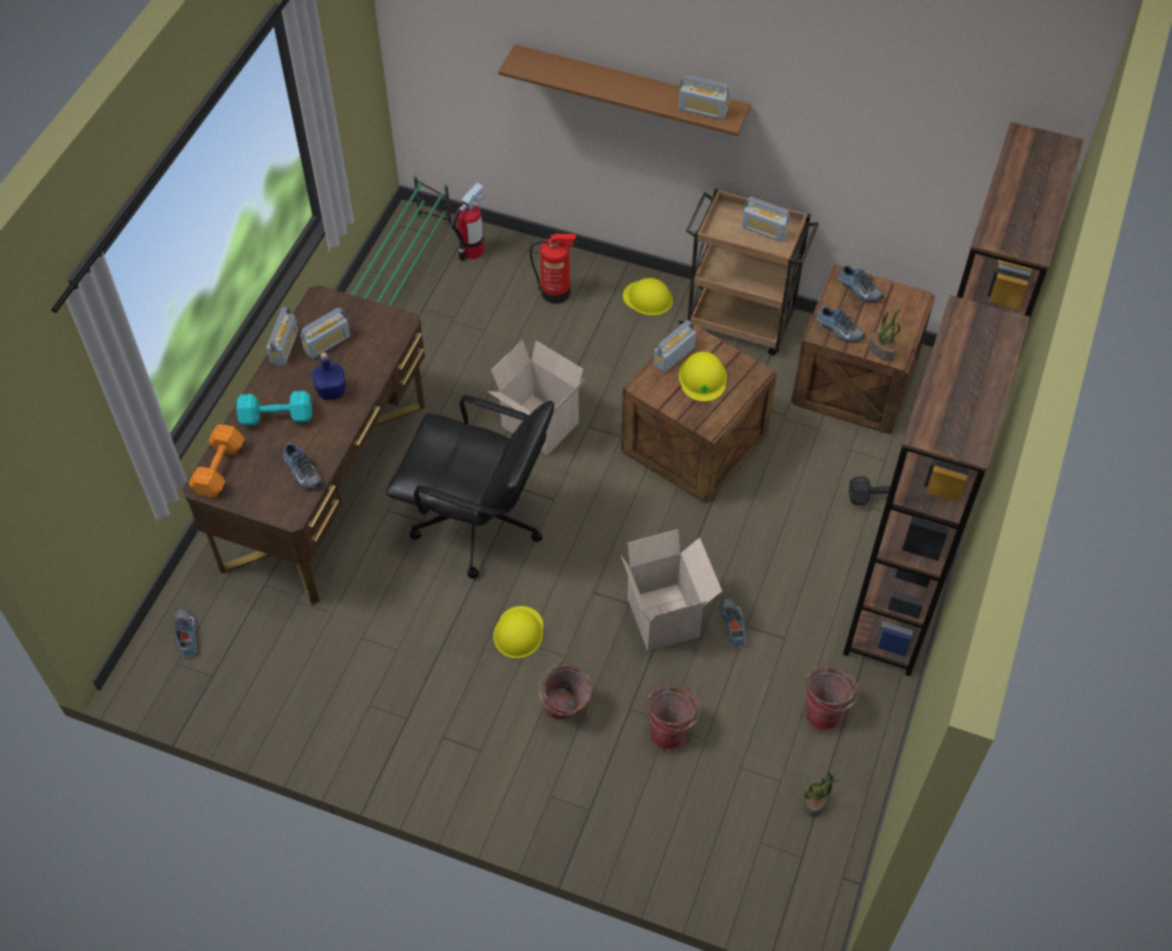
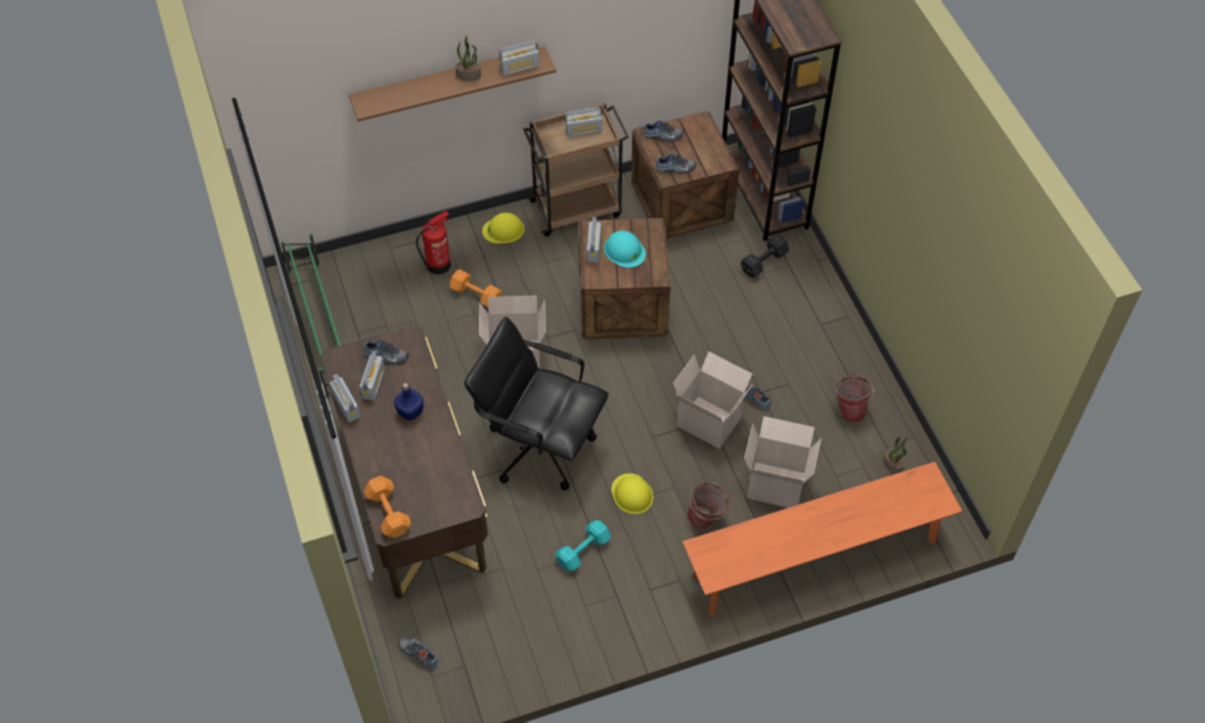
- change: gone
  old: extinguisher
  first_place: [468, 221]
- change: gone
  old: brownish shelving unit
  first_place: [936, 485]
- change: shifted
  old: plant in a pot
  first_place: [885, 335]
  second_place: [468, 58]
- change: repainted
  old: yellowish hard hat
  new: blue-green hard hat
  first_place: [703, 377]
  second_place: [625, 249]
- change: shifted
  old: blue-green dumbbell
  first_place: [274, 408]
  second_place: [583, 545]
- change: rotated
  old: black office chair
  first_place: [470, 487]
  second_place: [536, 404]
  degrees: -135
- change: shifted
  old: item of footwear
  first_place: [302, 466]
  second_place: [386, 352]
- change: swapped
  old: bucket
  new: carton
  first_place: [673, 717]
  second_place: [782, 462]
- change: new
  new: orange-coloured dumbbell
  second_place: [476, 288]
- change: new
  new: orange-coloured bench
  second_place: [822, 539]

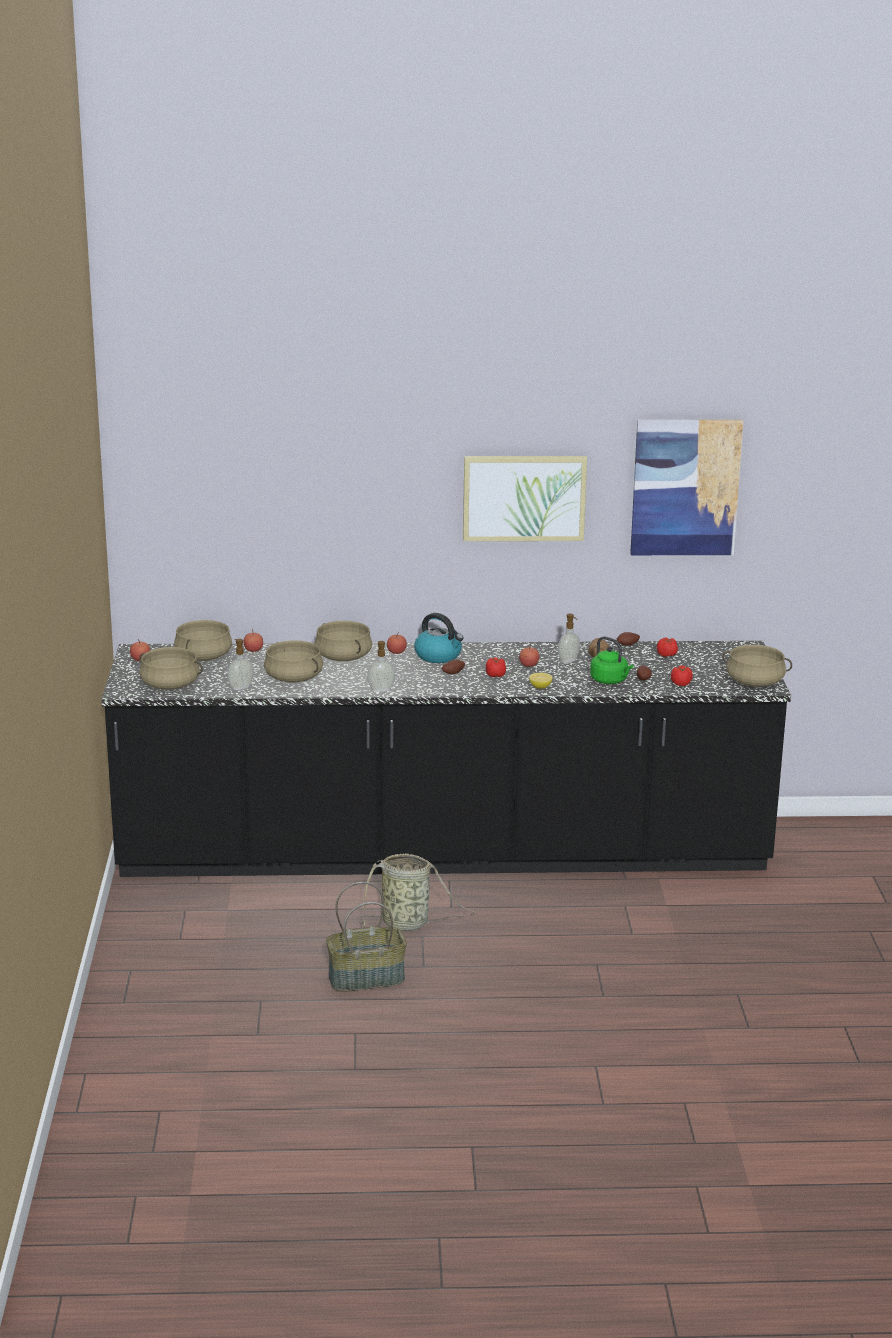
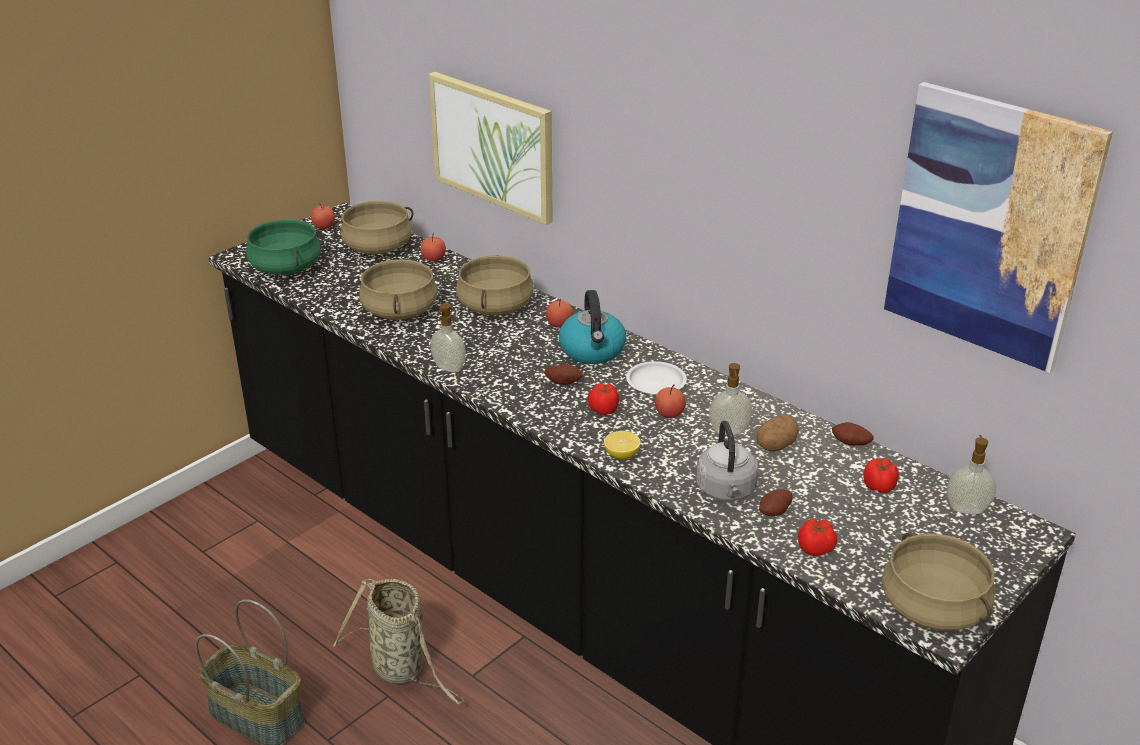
- change: shifted
  old: wall art
  first_place: [525, 498]
  second_place: [491, 148]
- change: repainted
  old: greenish water kettle
  new: gray water kettle
  first_place: [611, 660]
  second_place: [727, 461]
- change: shifted
  old: soap dispenser
  first_place: [240, 664]
  second_place: [971, 474]
- change: repainted
  old: beige-coloured stockpot
  new: greenish stockpot
  first_place: [171, 668]
  second_place: [283, 247]
- change: new
  new: whitish flat dish
  second_place: [656, 378]

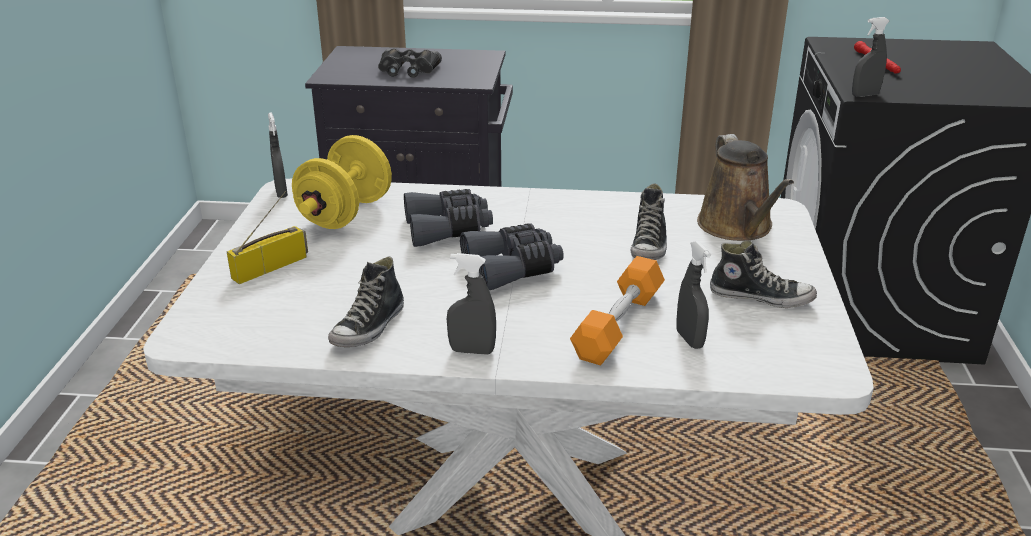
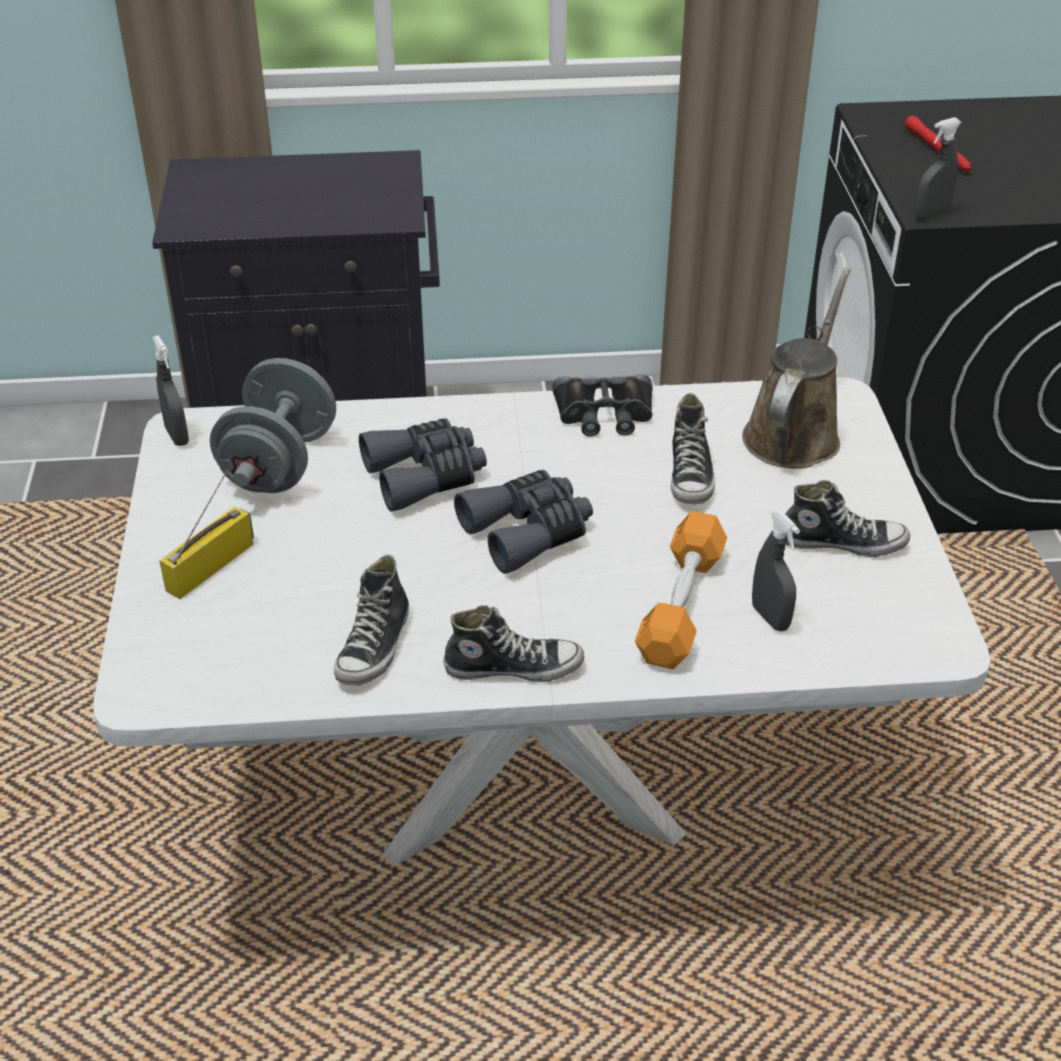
- change: shifted
  old: black field glasses
  first_place: [410, 63]
  second_place: [602, 405]
- change: rotated
  old: brownish watering pot
  first_place: [745, 187]
  second_place: [796, 368]
  degrees: -135
- change: repainted
  old: yellowish dumbbell
  new: gray dumbbell
  first_place: [342, 182]
  second_place: [273, 425]
- change: swapped
  old: gray sprayer
  new: item of footwear
  first_place: [471, 304]
  second_place: [514, 643]

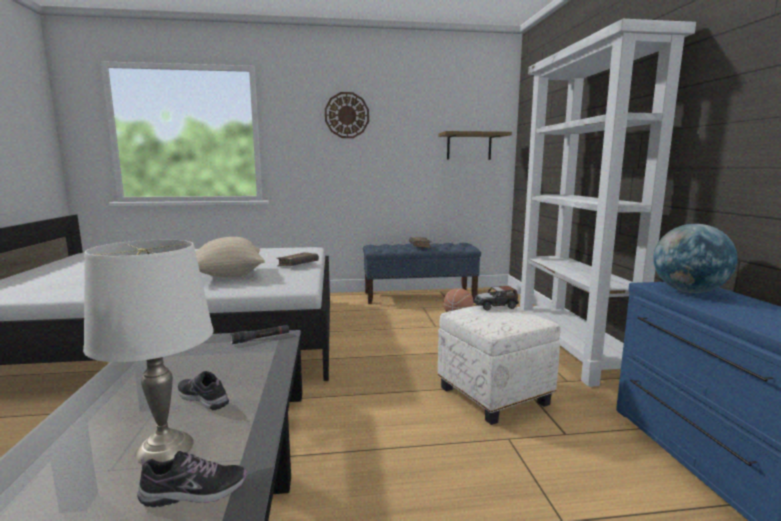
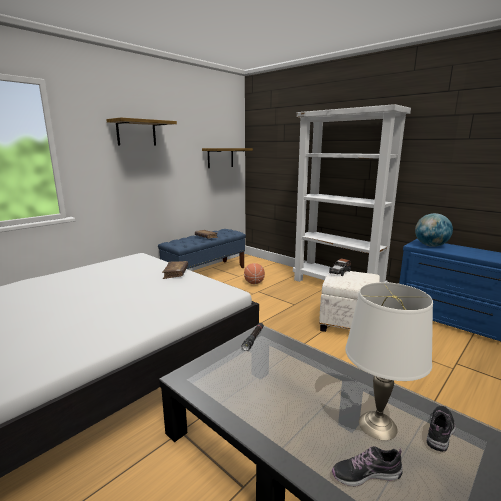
- change: swapped
  old: clock on the wall
  new: shelf
  first_place: [347, 115]
  second_place: [141, 132]
- change: gone
  old: beige-coloured pillow
  first_place: [230, 257]
- change: shifted
  old: item of footwear
  first_place: [203, 390]
  second_place: [367, 466]

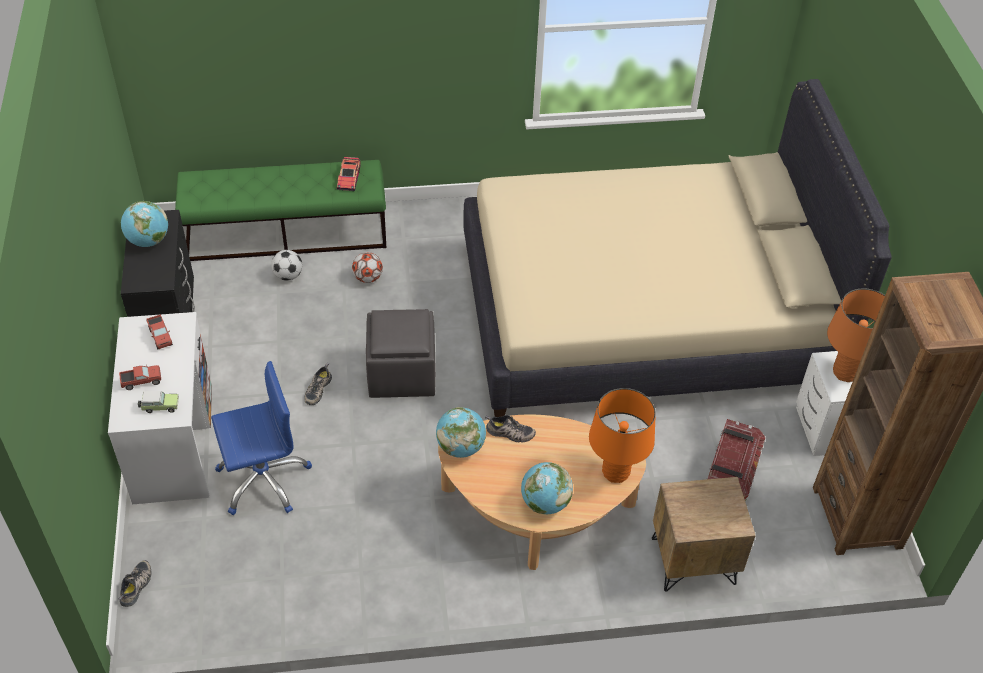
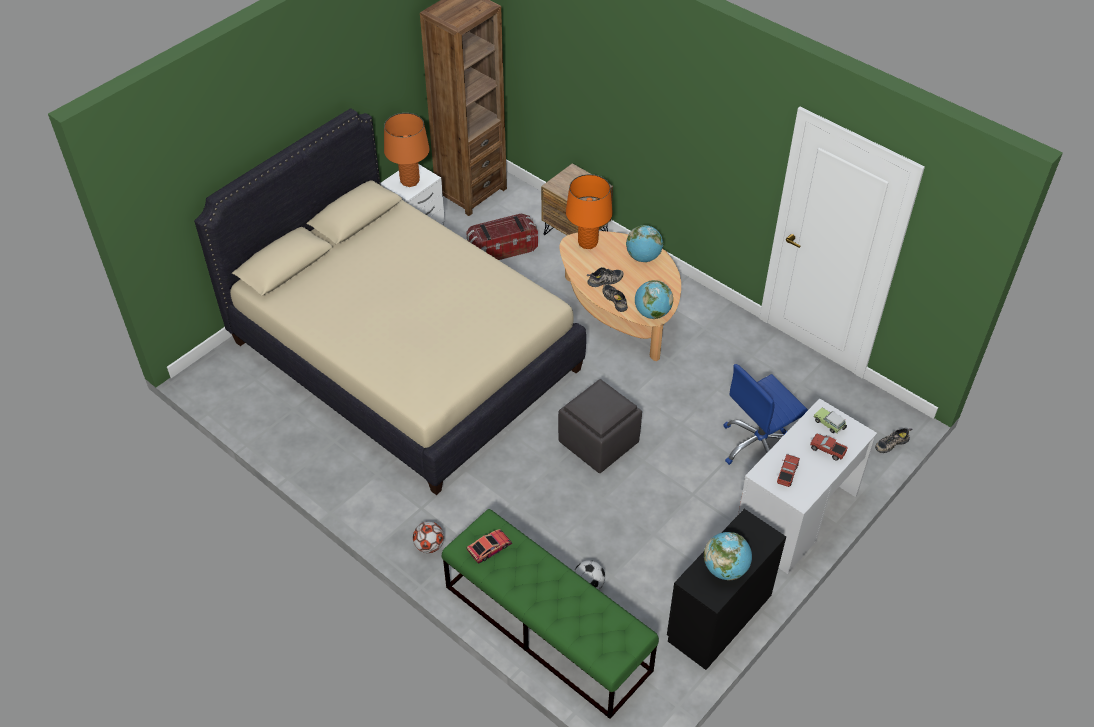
- change: shifted
  old: football ball
  first_place: [367, 267]
  second_place: [428, 537]
- change: rotated
  old: blue-coloured office chair
  first_place: [261, 438]
  second_place: [765, 414]
  degrees: -60
- change: shifted
  old: item of footwear
  first_place: [318, 384]
  second_place: [605, 277]

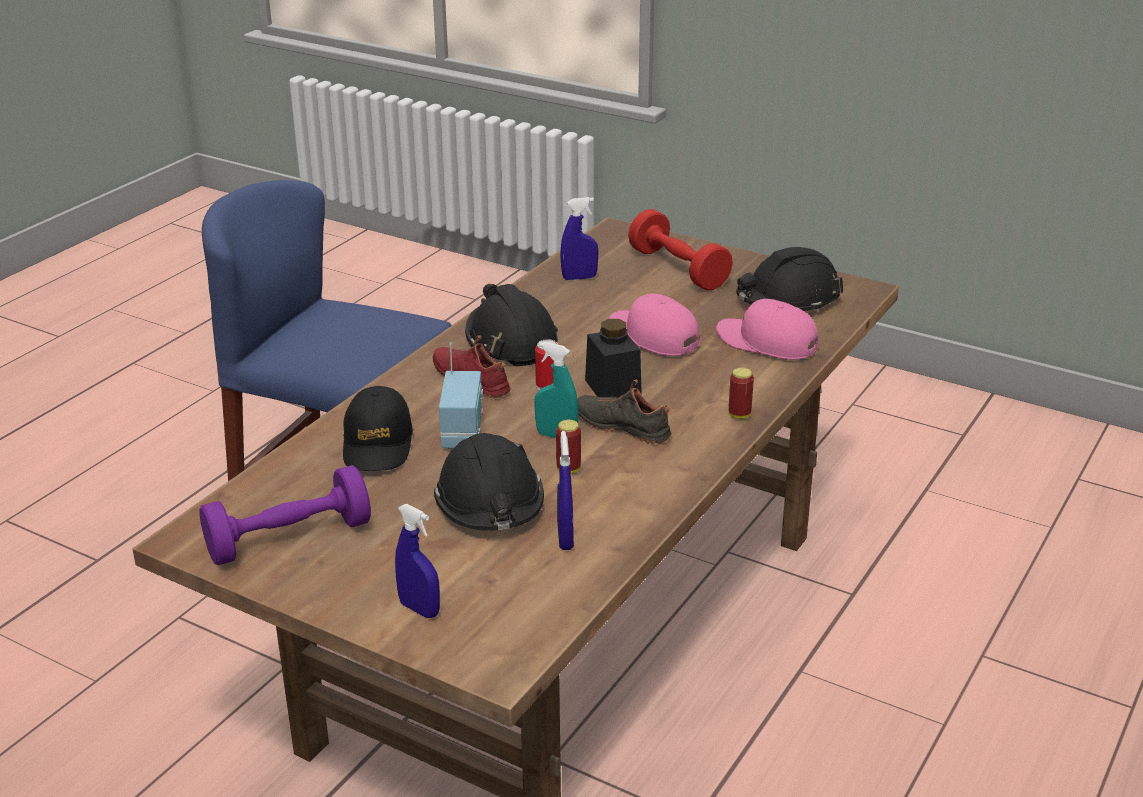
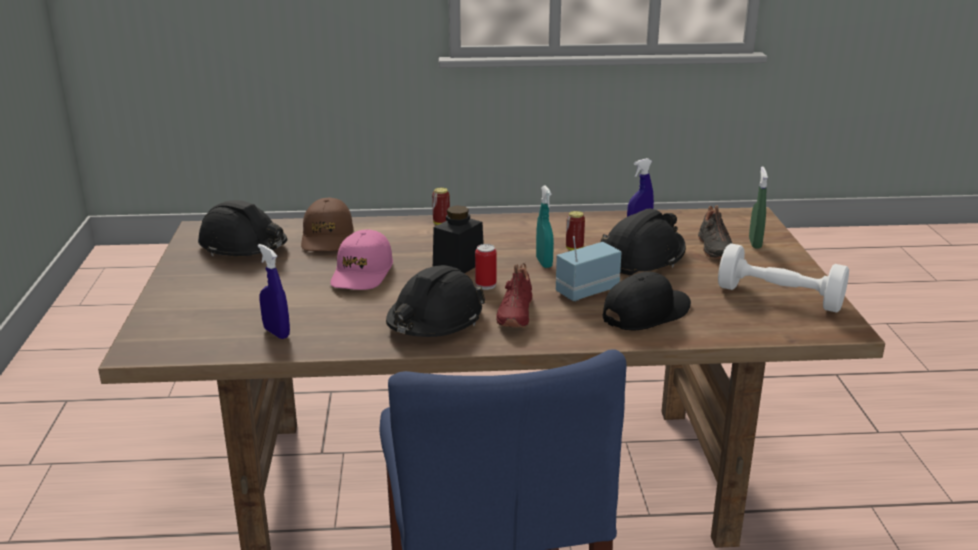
- change: gone
  old: red-coloured dumbbell
  first_place: [680, 250]
- change: repainted
  old: pinkish cap
  new: brownish cap
  first_place: [767, 329]
  second_place: [327, 224]
- change: shifted
  old: black item of footwear
  first_place: [624, 412]
  second_place: [715, 232]
- change: repainted
  old: purplish dumbbell
  new: whitish dumbbell
  first_place: [285, 515]
  second_place: [783, 278]
- change: repainted
  old: blue-coloured sprayer
  new: greenish sprayer
  first_place: [417, 561]
  second_place: [758, 207]

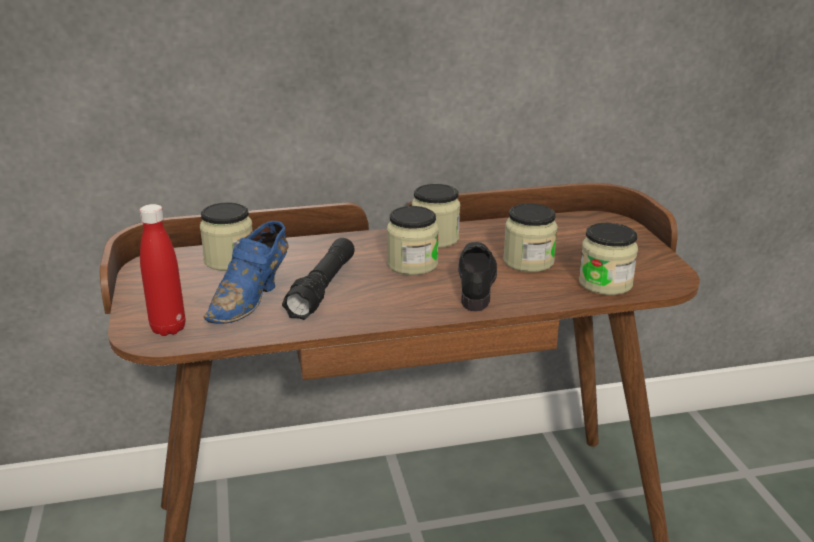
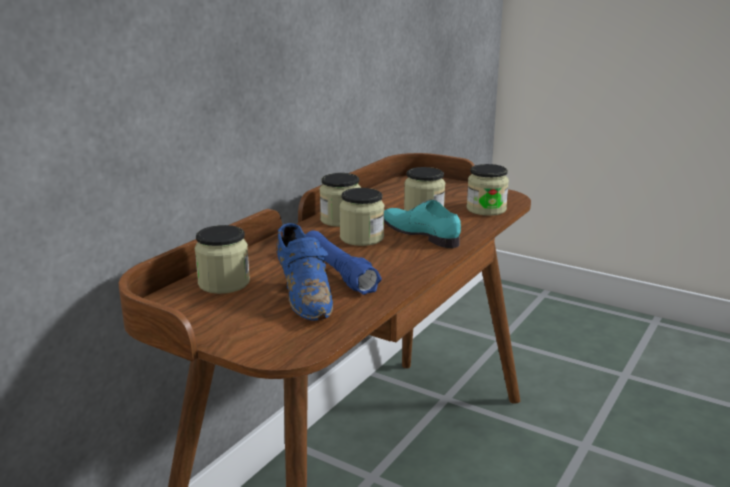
- change: gone
  old: red-coloured bottle
  first_place: [162, 270]
- change: repainted
  old: black hand torch
  new: blue-coloured hand torch
  first_place: [318, 279]
  second_place: [344, 263]
- change: repainted
  old: black item of footwear
  new: blue-green item of footwear
  first_place: [477, 276]
  second_place: [422, 223]

